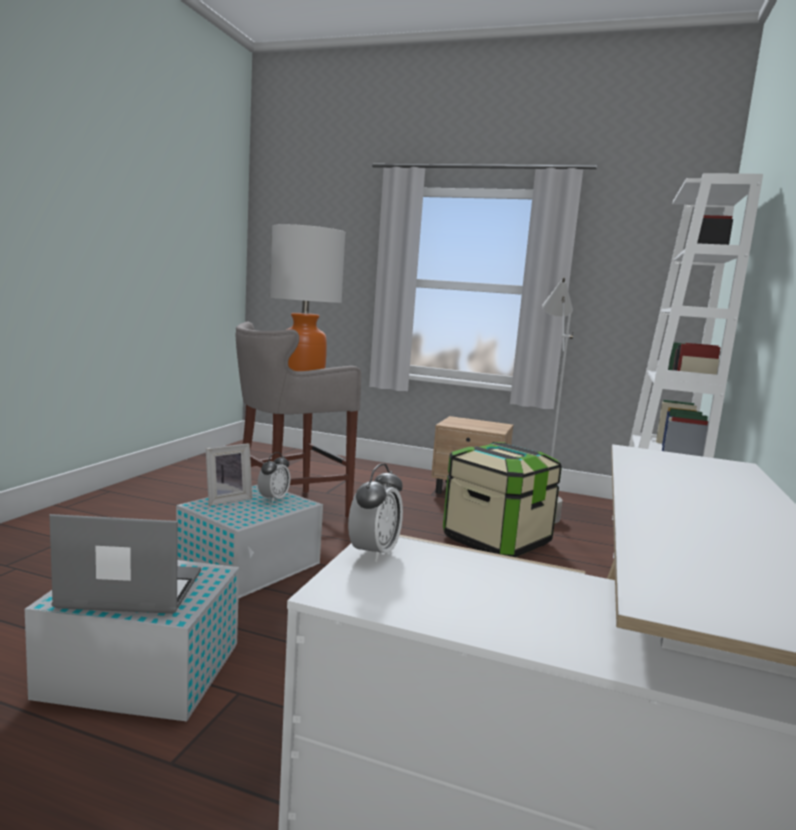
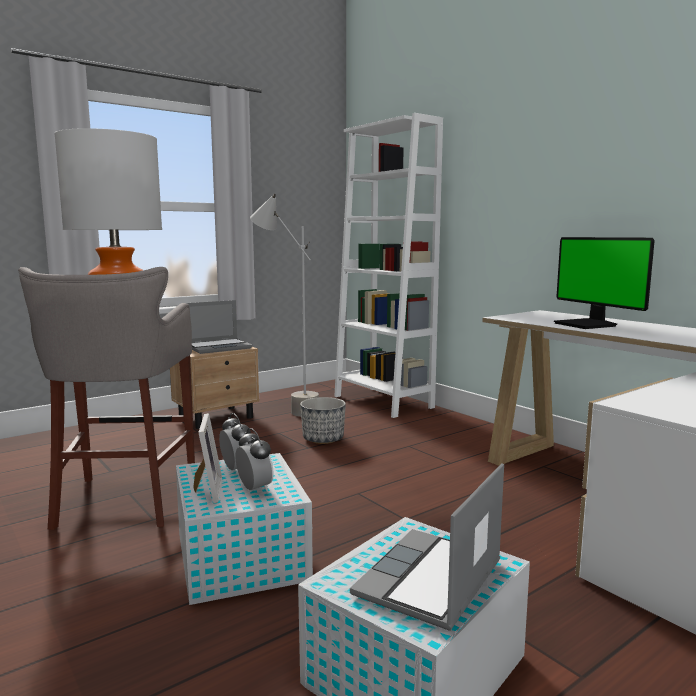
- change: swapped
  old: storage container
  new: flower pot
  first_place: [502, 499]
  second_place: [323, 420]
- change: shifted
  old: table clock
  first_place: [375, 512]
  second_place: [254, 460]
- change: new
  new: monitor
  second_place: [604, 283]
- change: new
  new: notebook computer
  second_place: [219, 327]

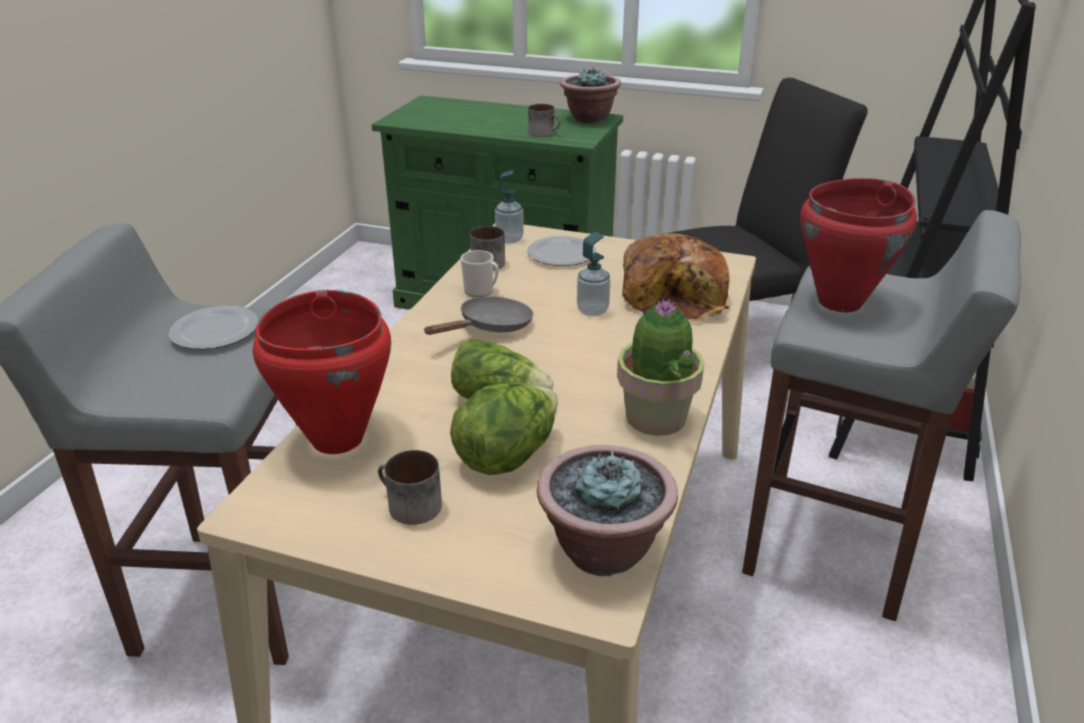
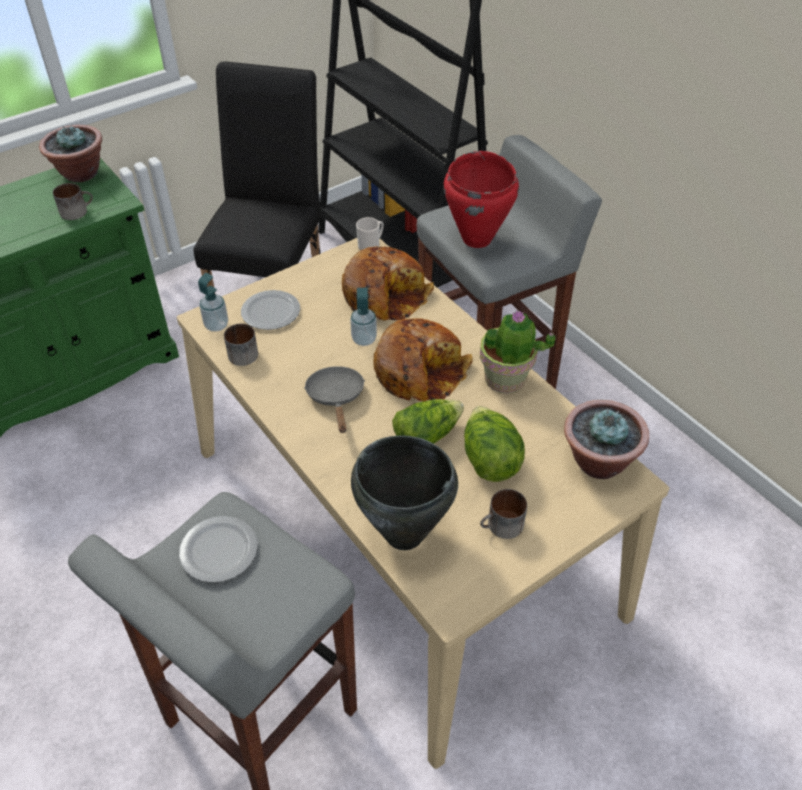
- change: shifted
  old: mug
  first_place: [480, 273]
  second_place: [370, 233]
- change: repainted
  old: red-coloured stockpot
  new: black stockpot
  first_place: [322, 372]
  second_place: [404, 492]
- change: new
  new: baked bread
  second_place: [423, 360]

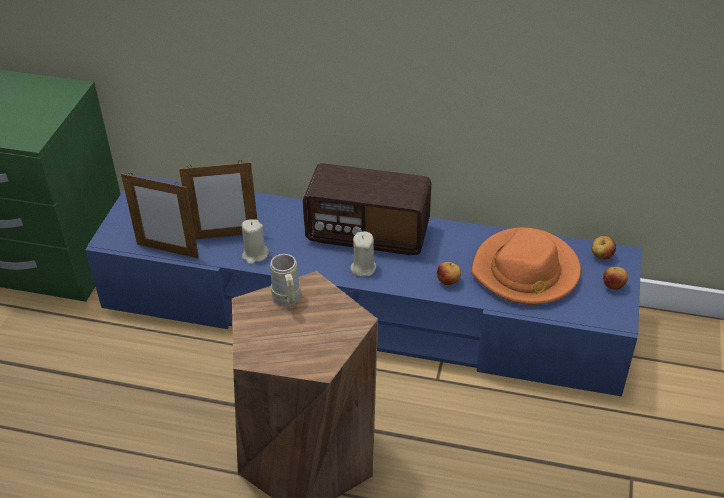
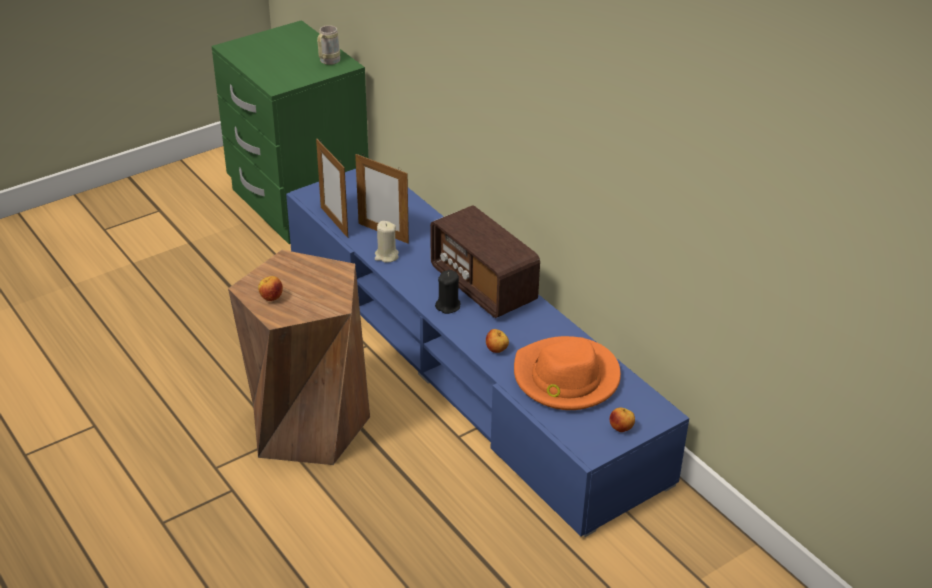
- change: repainted
  old: beige-coloured wax candle
  new: black wax candle
  first_place: [363, 254]
  second_place: [448, 292]
- change: shifted
  old: apple
  first_place: [604, 248]
  second_place: [270, 288]
- change: shifted
  old: beige-coloured mug
  first_place: [285, 280]
  second_place: [328, 45]

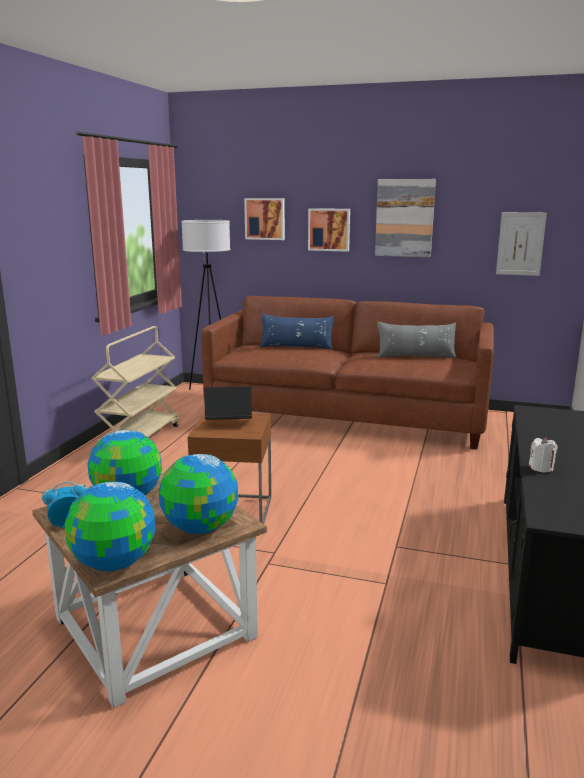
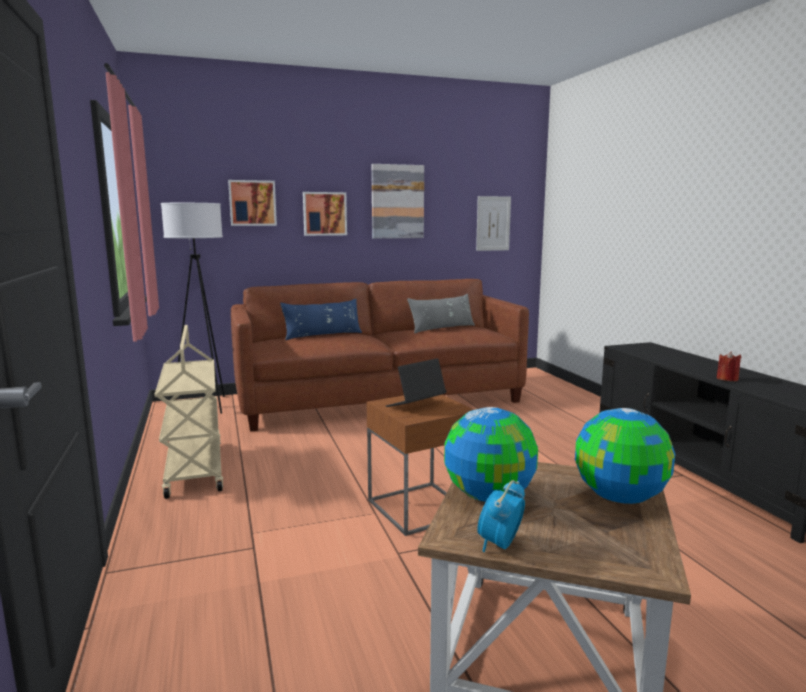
- change: repainted
  old: whitish wax candle
  new: red-coloured wax candle
  first_place: [543, 454]
  second_place: [729, 366]
- change: gone
  old: globe
  first_place: [109, 526]

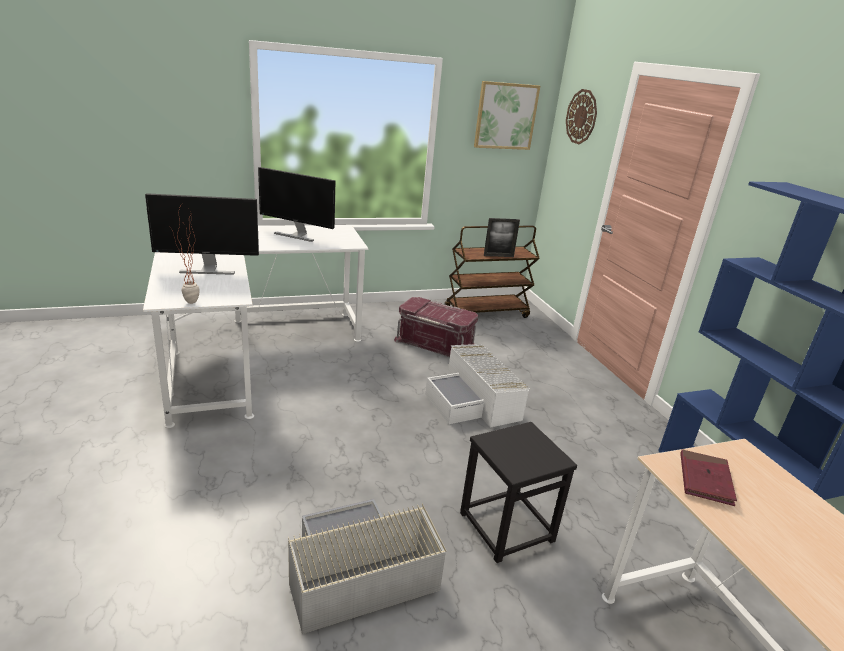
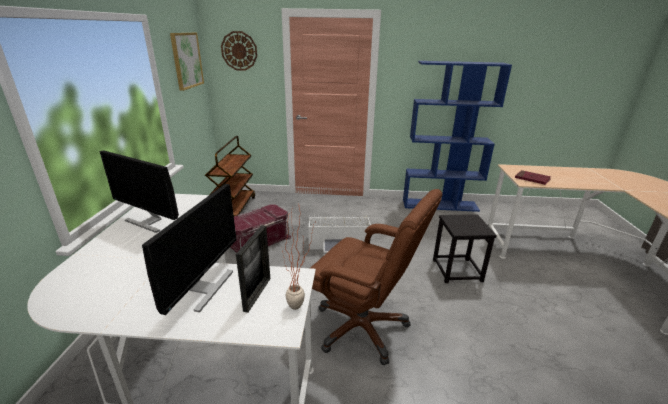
- change: rotated
  old: monitor
  first_place: [296, 204]
  second_place: [139, 191]
  degrees: 75
- change: shifted
  old: photo frame
  first_place: [502, 237]
  second_place: [253, 269]
- change: gone
  old: gray storage container
  first_place: [367, 566]
- change: new
  new: brownish office chair
  second_place: [376, 277]

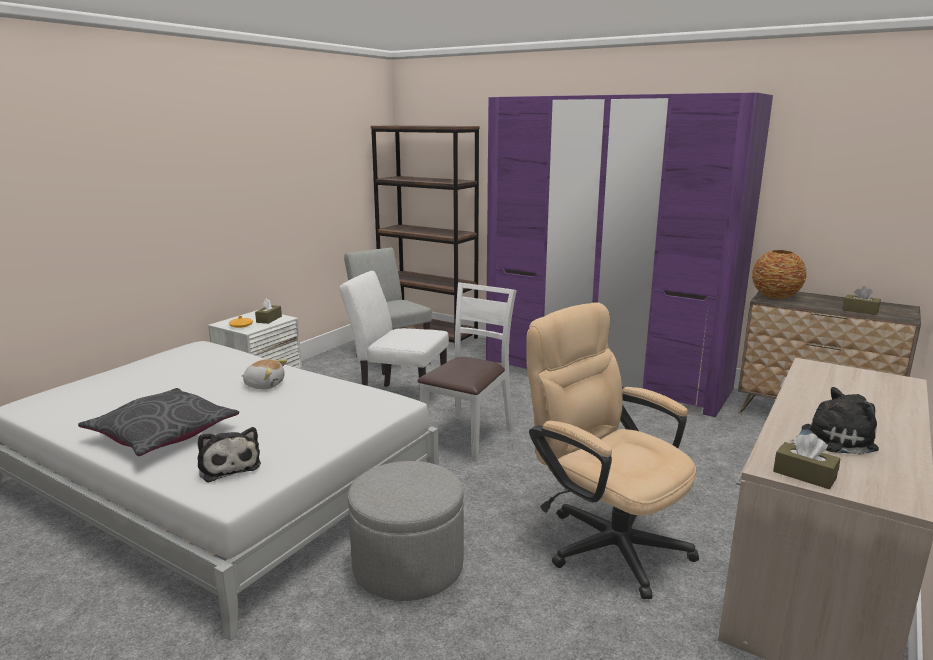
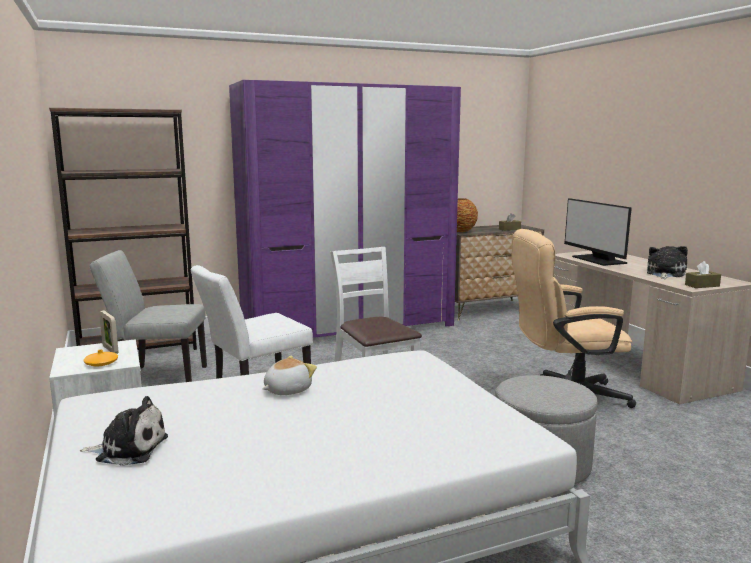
- change: swapped
  old: brownish tissue box
  new: photo frame
  first_place: [268, 311]
  second_place: [108, 332]
- change: gone
  old: gray pillow
  first_place: [158, 422]
- change: shifted
  old: soft toy
  first_place: [229, 455]
  second_place: [124, 431]
- change: new
  new: monitor
  second_place: [598, 232]

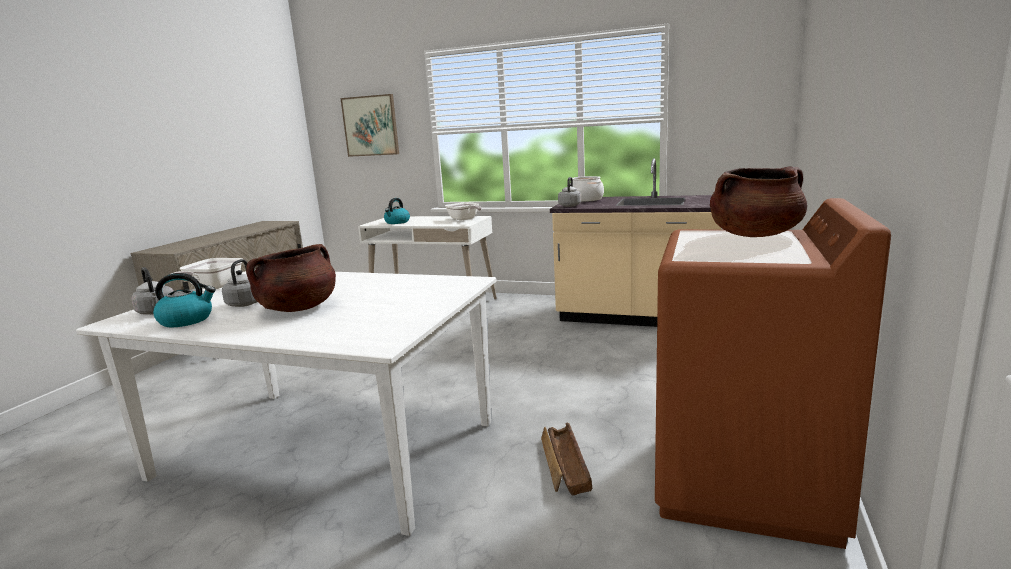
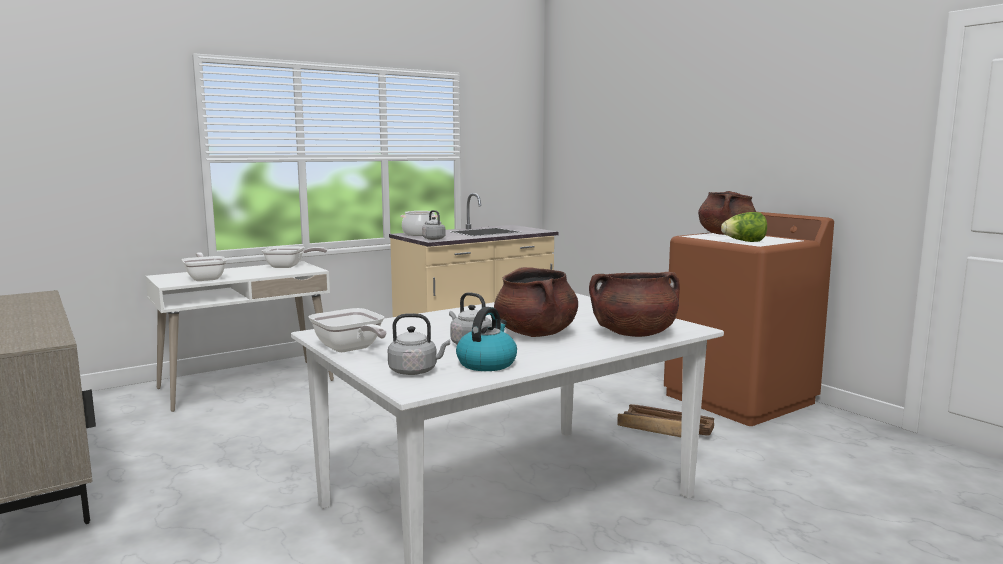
- change: gone
  old: wall art
  first_place: [369, 125]
- change: swapped
  old: water kettle
  new: pan
  first_place: [397, 211]
  second_place: [204, 266]
- change: new
  new: lettuce head
  second_place: [744, 227]
- change: new
  new: brownish stockpot
  second_place: [634, 304]

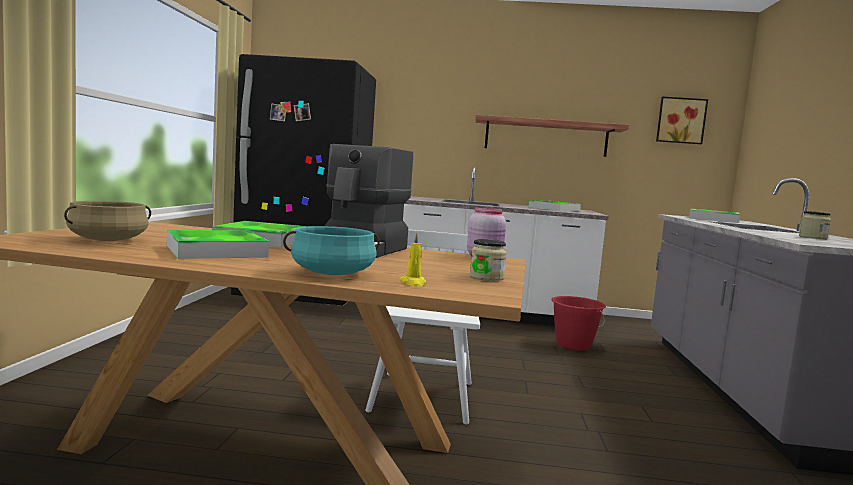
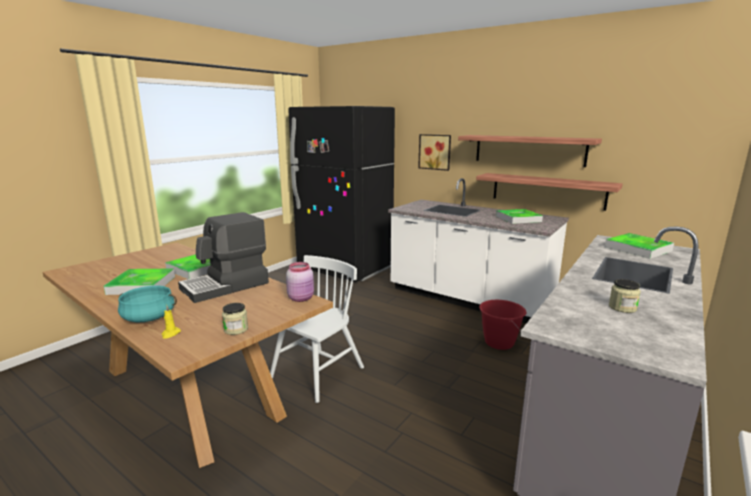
- change: shifted
  old: wall art
  first_place: [682, 120]
  second_place: [434, 152]
- change: gone
  old: beige-coloured stockpot
  first_place: [107, 221]
- change: new
  new: shelf
  second_place: [549, 192]

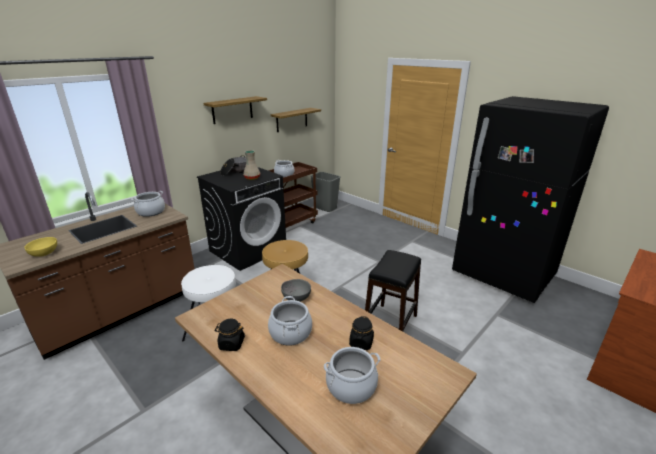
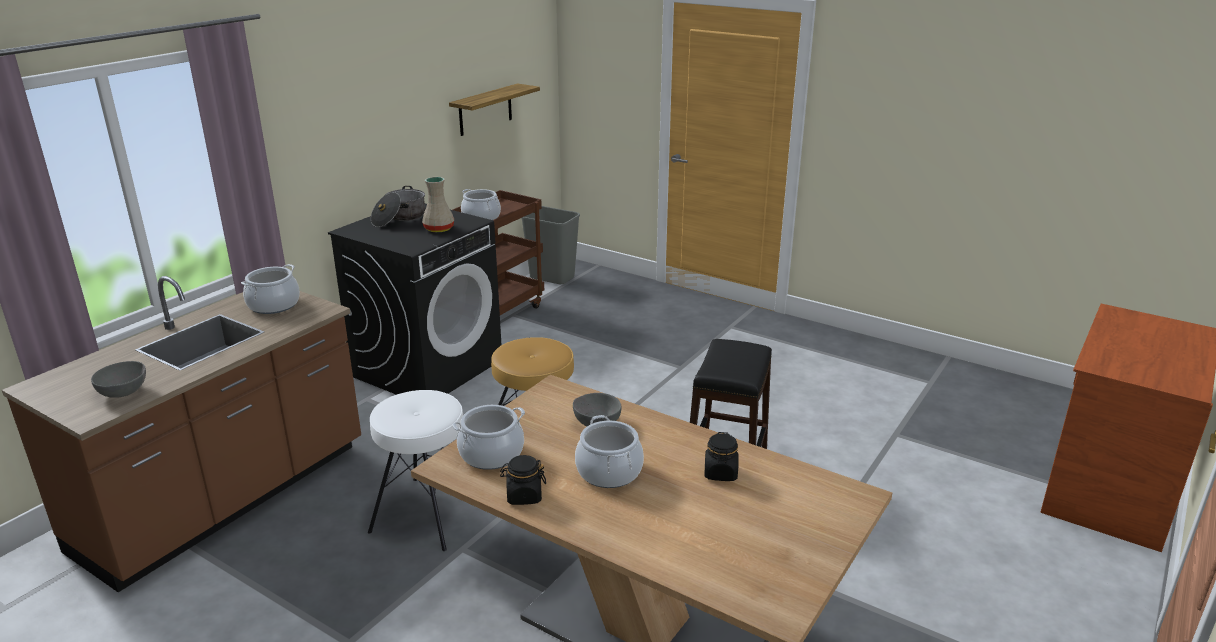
- change: gone
  old: shelf
  first_place: [235, 110]
- change: gone
  old: black kitchen fridge
  first_place: [530, 199]
- change: repainted
  old: yellowish deep dish
  new: gray deep dish
  first_place: [40, 247]
  second_place: [118, 379]
- change: shifted
  old: stockpot
  first_place: [352, 375]
  second_place: [488, 437]

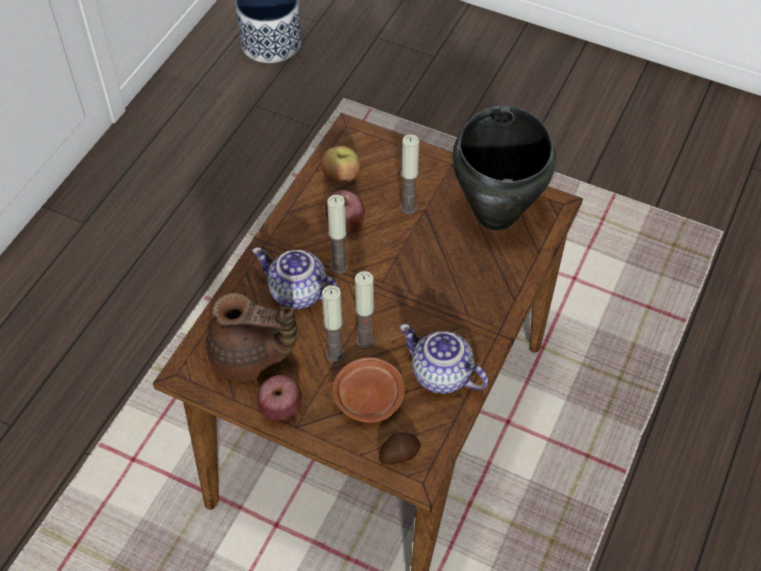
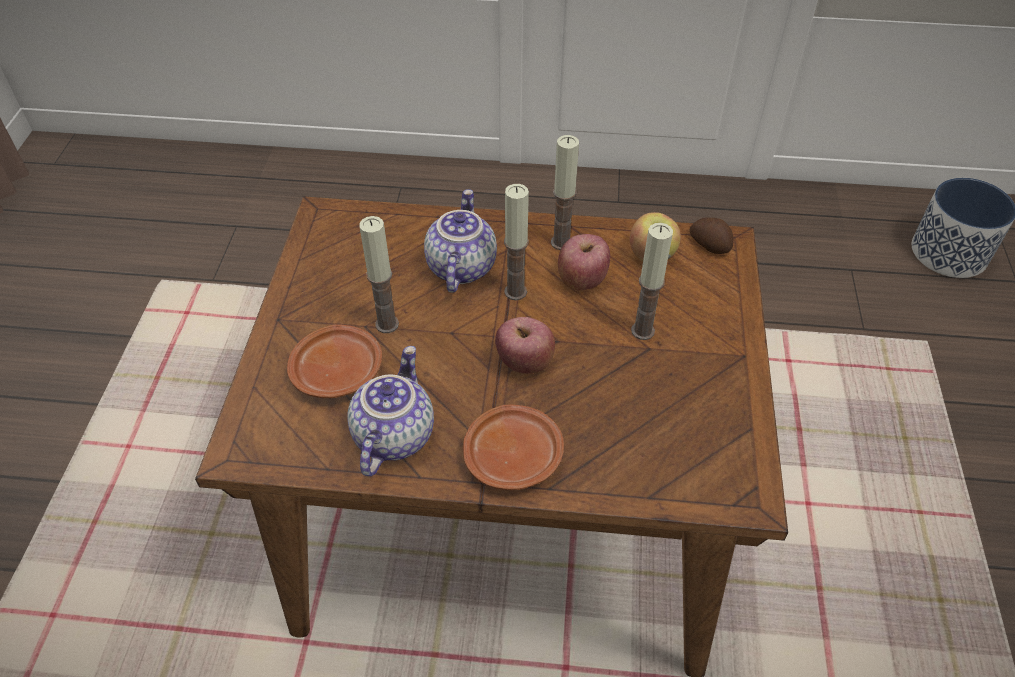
- change: gone
  old: black stockpot
  first_place: [504, 167]
- change: shifted
  old: wax candle
  first_place: [365, 310]
  second_place: [565, 192]
- change: gone
  old: brownish teapot
  first_place: [251, 337]
- change: shifted
  old: apple
  first_place: [279, 398]
  second_place: [525, 345]
- change: shifted
  old: potato
  first_place: [400, 448]
  second_place: [712, 235]
- change: new
  new: brownish flat dish
  second_place: [513, 447]

